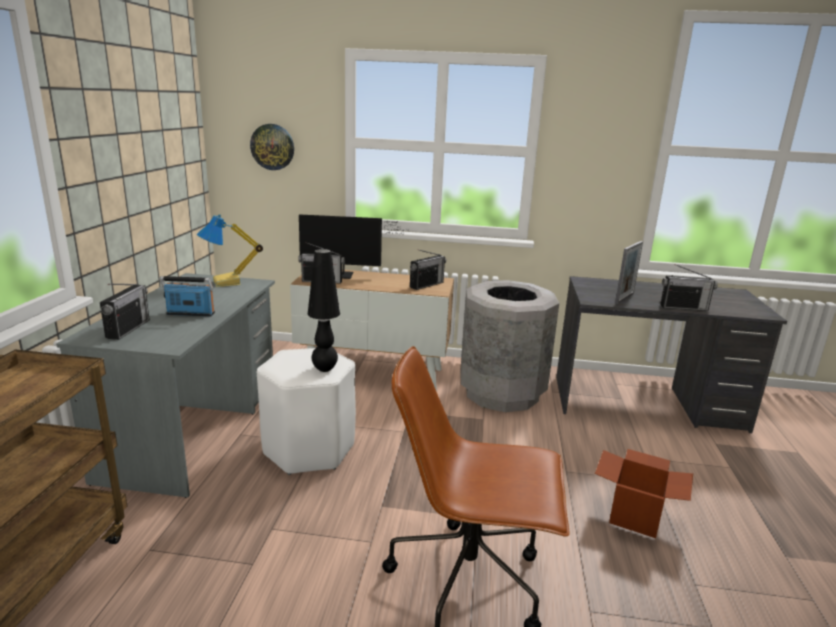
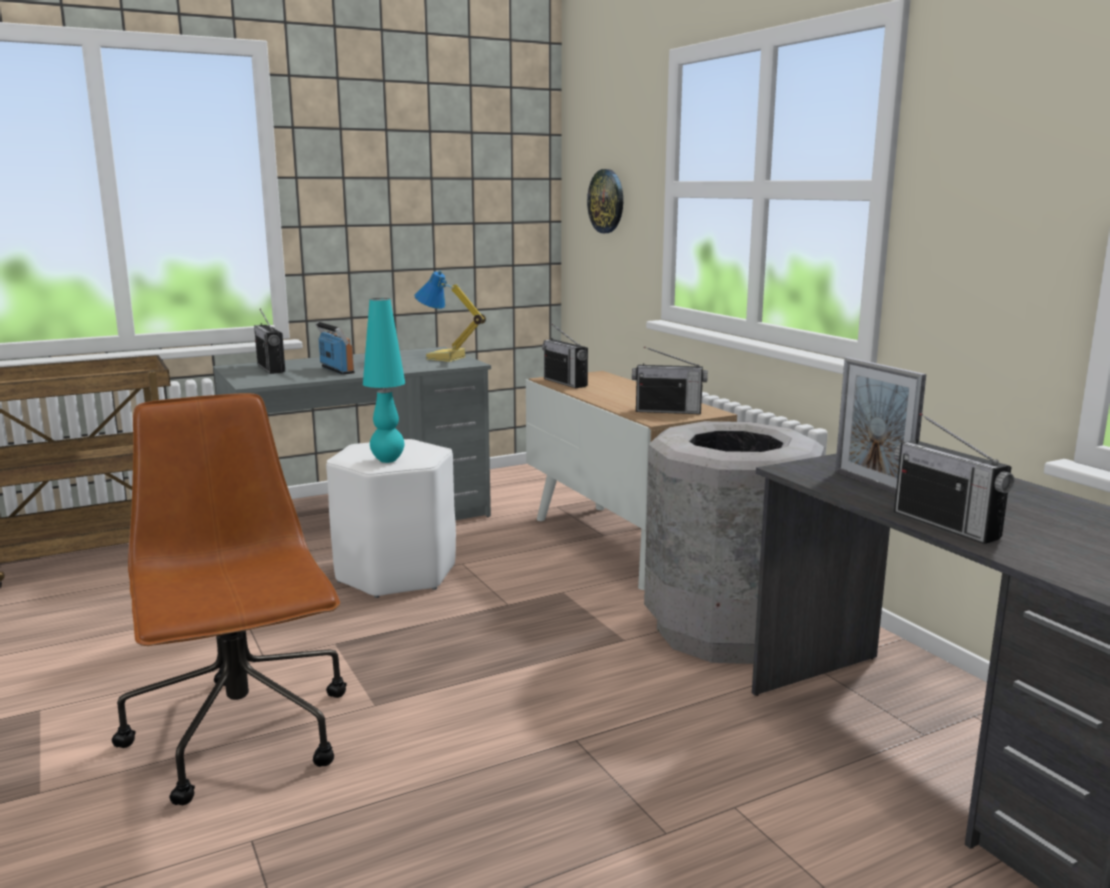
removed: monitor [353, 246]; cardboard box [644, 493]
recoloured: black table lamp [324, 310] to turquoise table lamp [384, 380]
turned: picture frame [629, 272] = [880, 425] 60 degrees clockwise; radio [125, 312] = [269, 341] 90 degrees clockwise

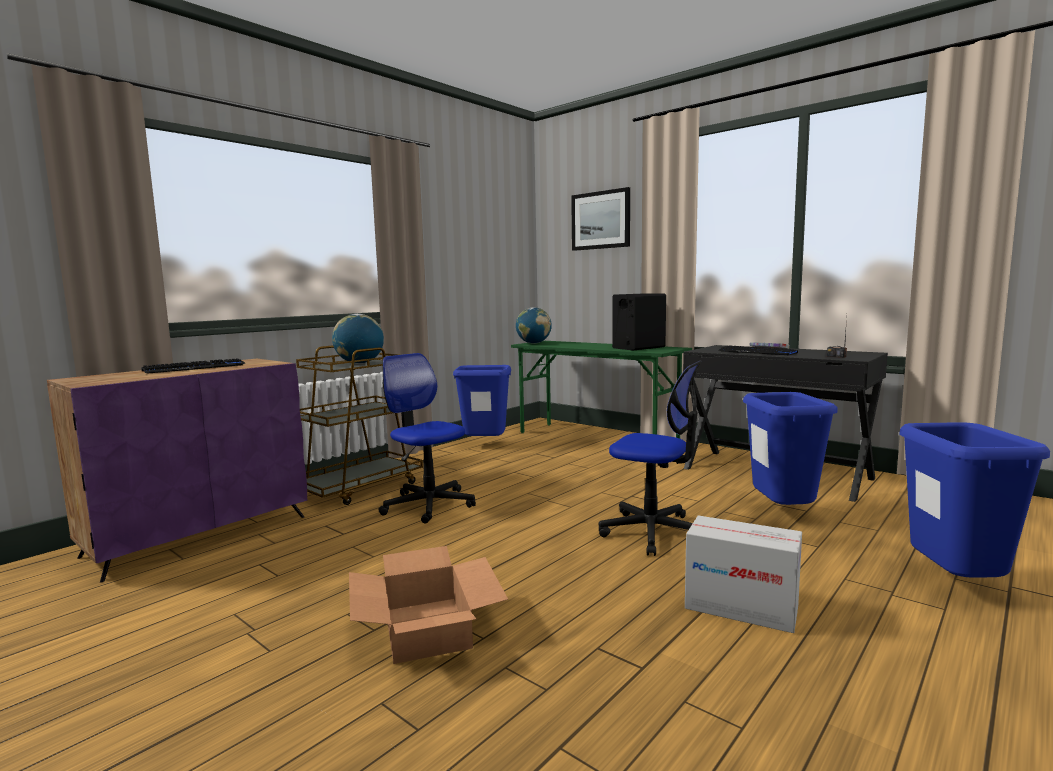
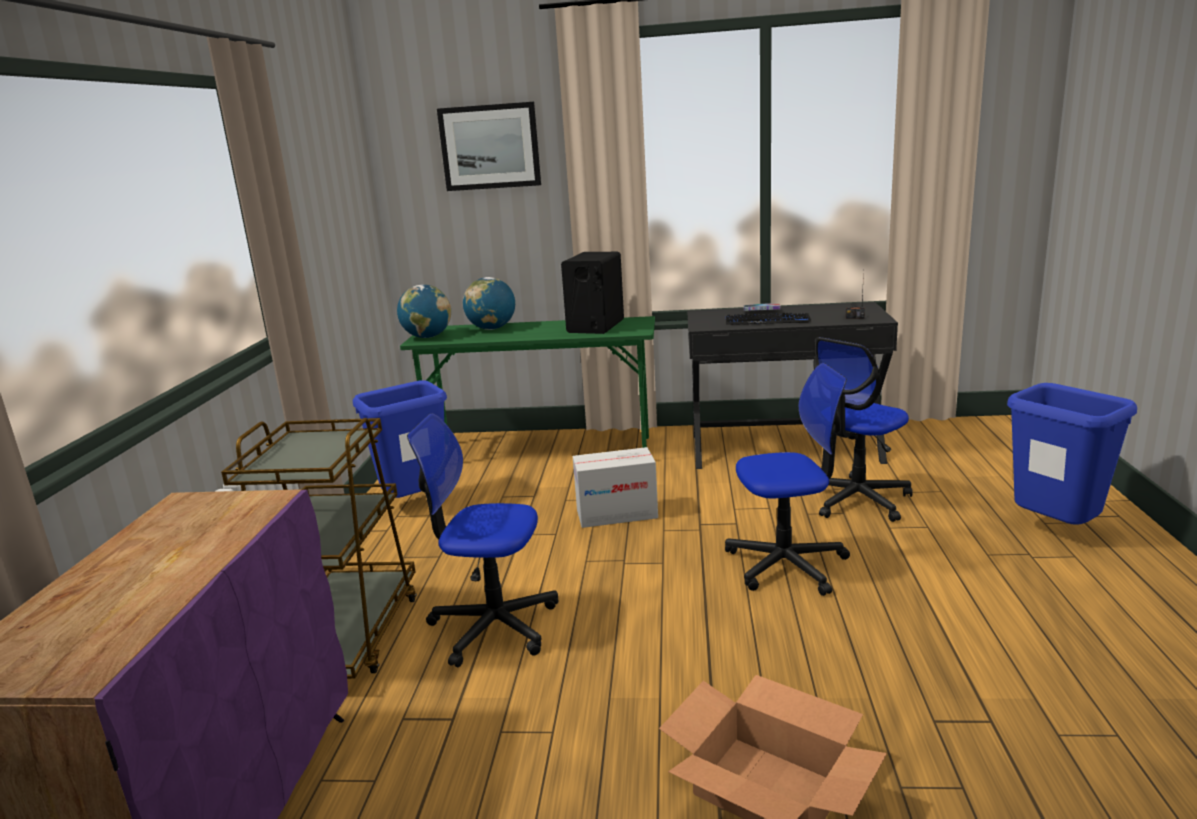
removed: keyboard [193, 366]
moved: globe [358, 339] to [489, 303]; cardboard box [743, 574] to [615, 487]
replaced: blue trash can [790, 448] to office chair [863, 429]

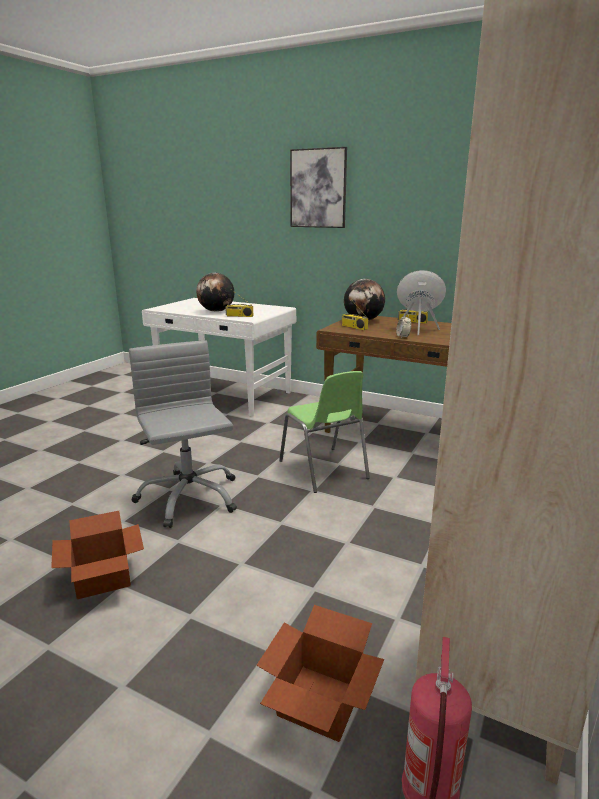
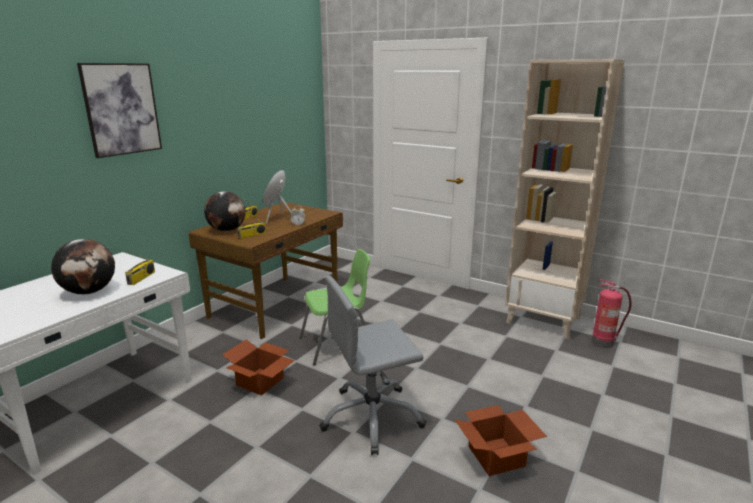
moved: cardboard box [320, 673] to [258, 367]

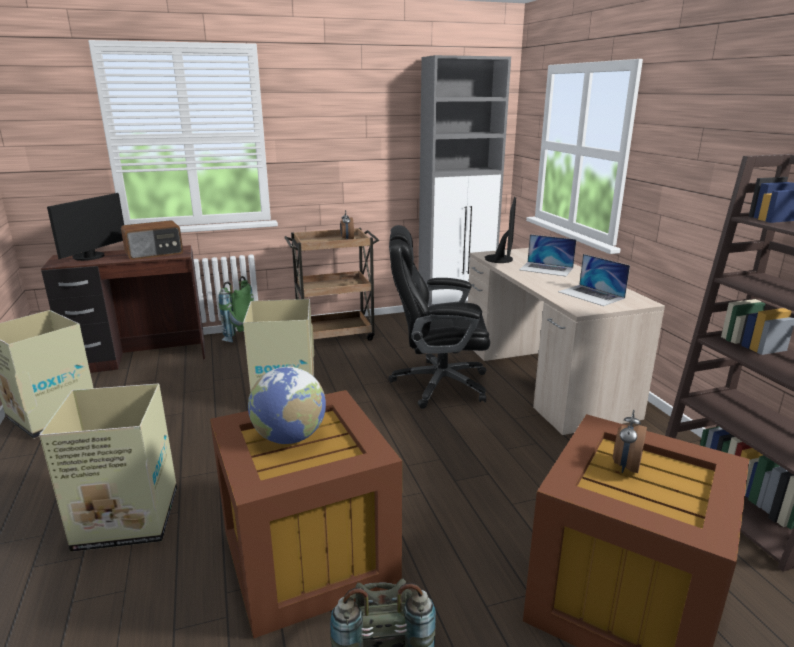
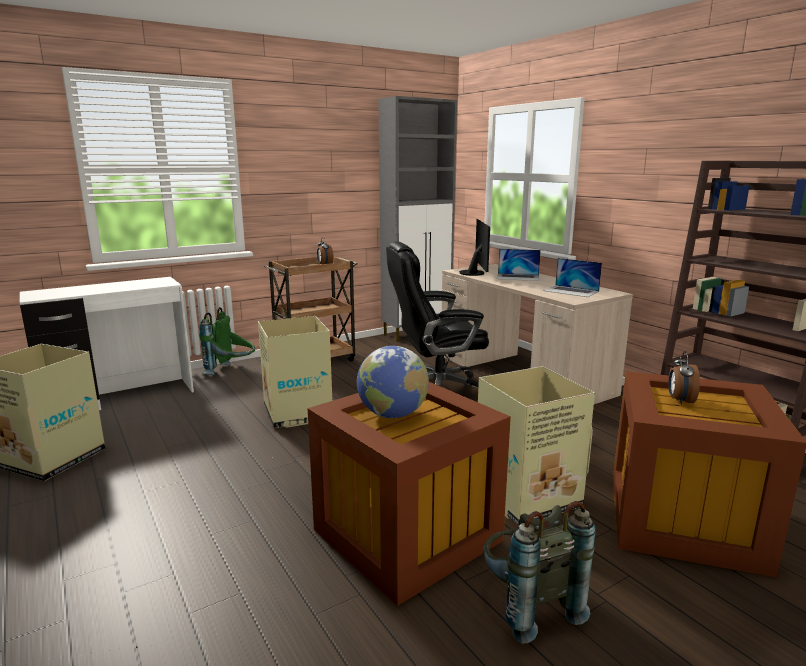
removed: monitor [85, 227]; radio [152, 240]
moved: cardboard box [108, 467] to [536, 446]
recoloured: brown desk [123, 309] to white desk [107, 343]

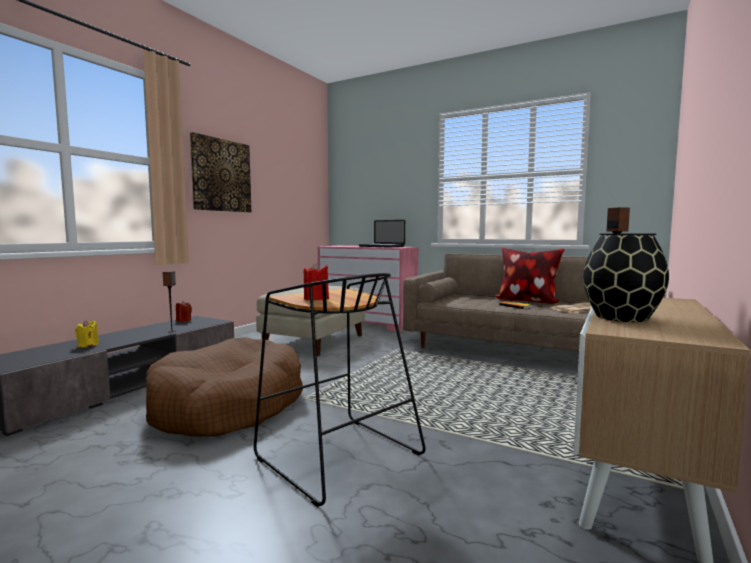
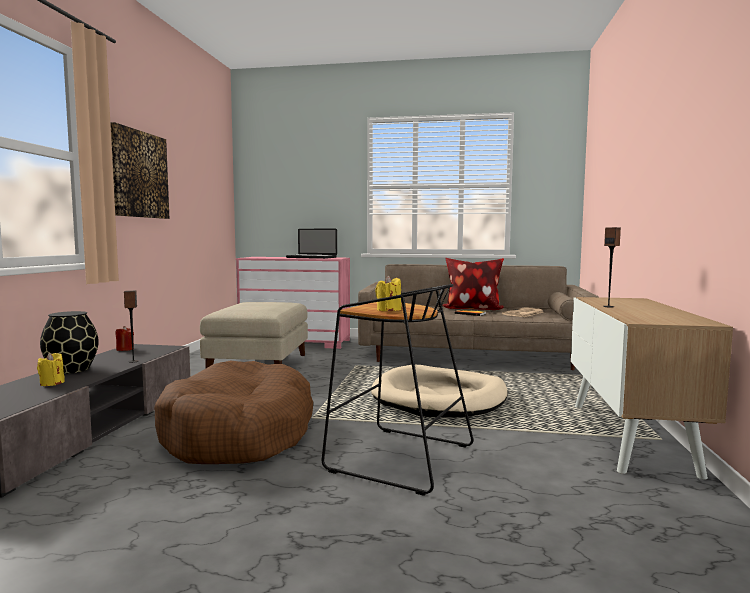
added: beige dog bed [439, 391]
moved: black vase [626, 277] to [69, 342]
recoloured: red candle [316, 281] to yellow candle [388, 293]

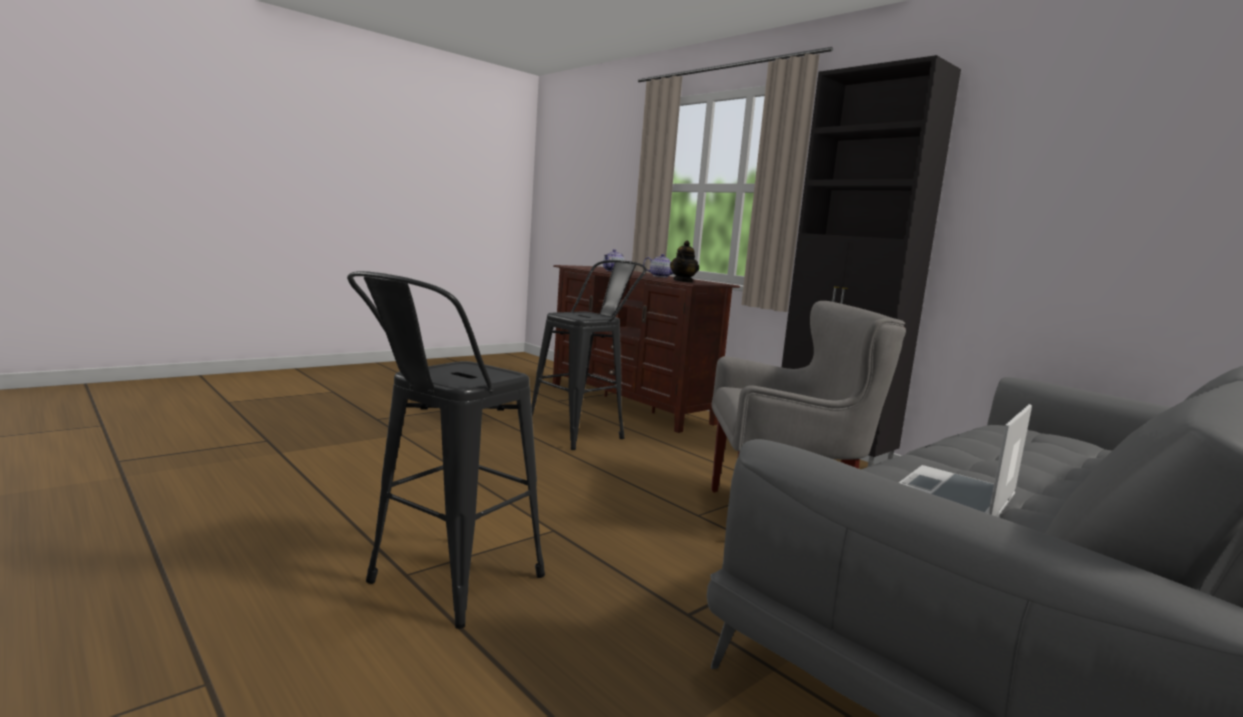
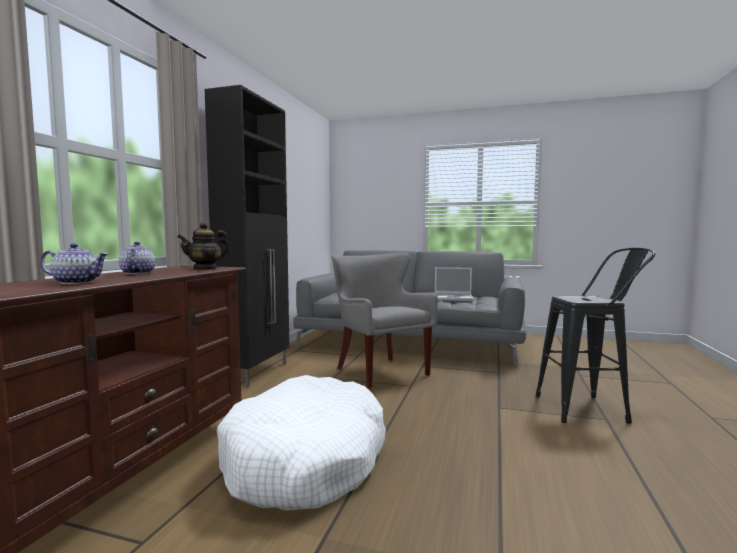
replaced: black stool [588, 355] to white dog bed [301, 443]
turned: teapot [684, 262] = [204, 246] 150 degrees clockwise

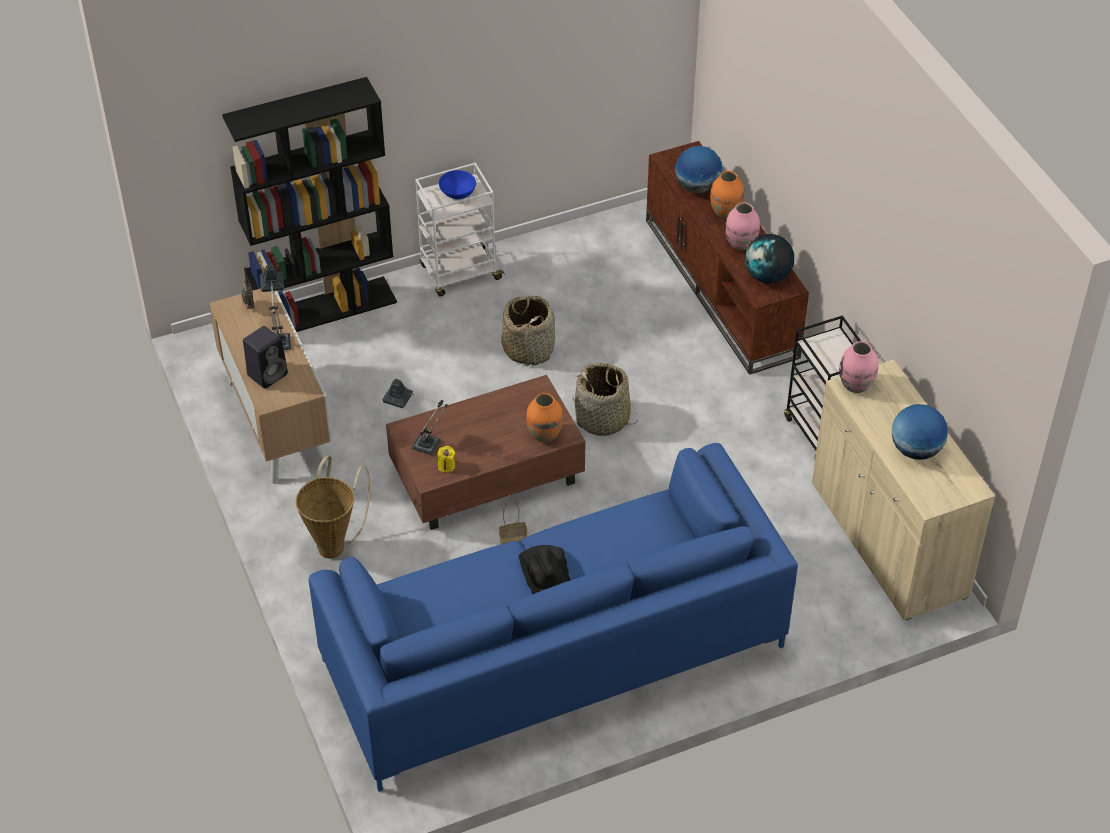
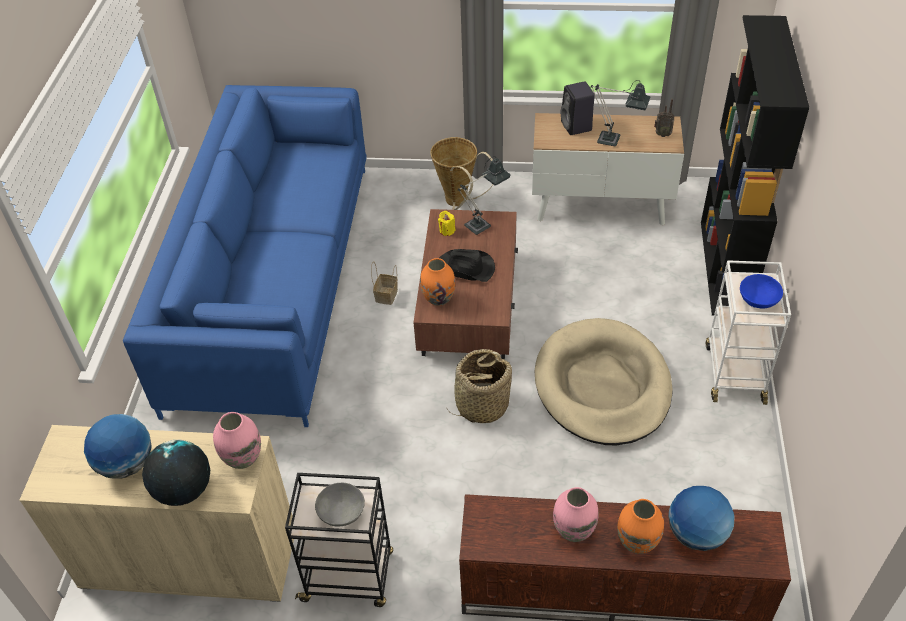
added: grey bowl [340, 504]
moved: globe [769, 258] to [176, 473]; black hat [544, 569] to [467, 265]
replaced: basket [528, 330] to beige dog bed [603, 382]

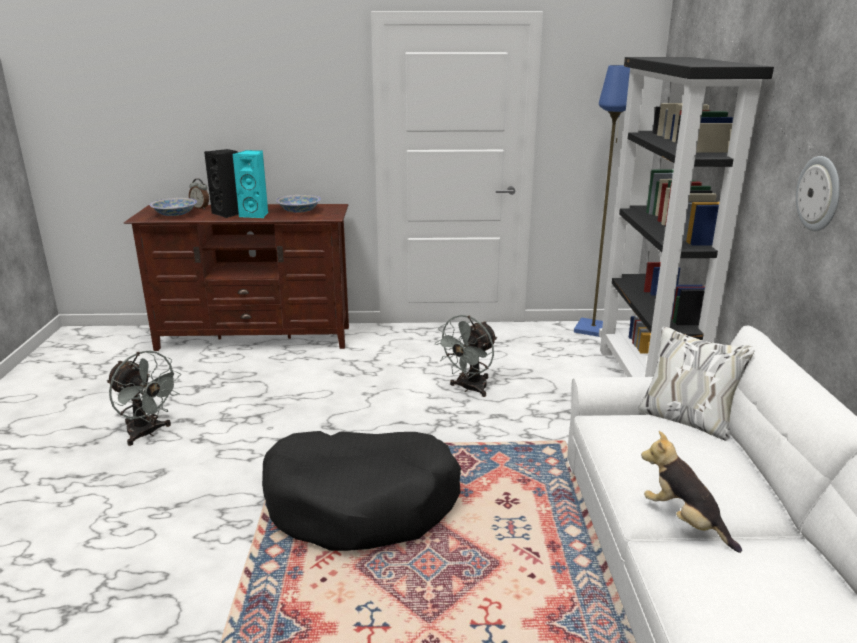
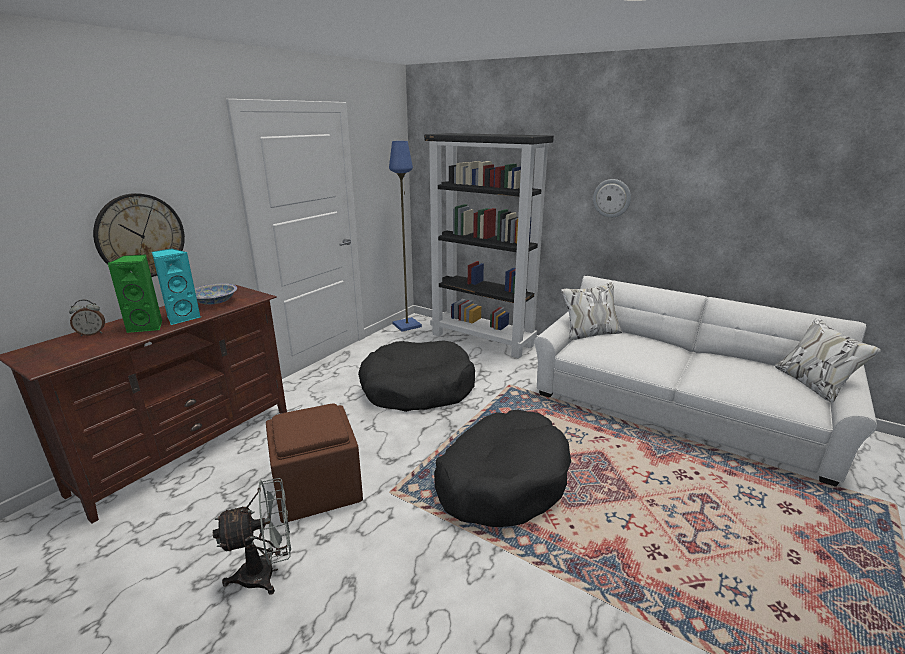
removed: bowl [173, 207]; plush toy [691, 492]
added: wall clock [139, 235]; brown ottoman [314, 463]
replaced: grey fan [466, 356] to black dog bed [416, 376]
recoloured: black speaker [221, 183] to green speaker [135, 293]

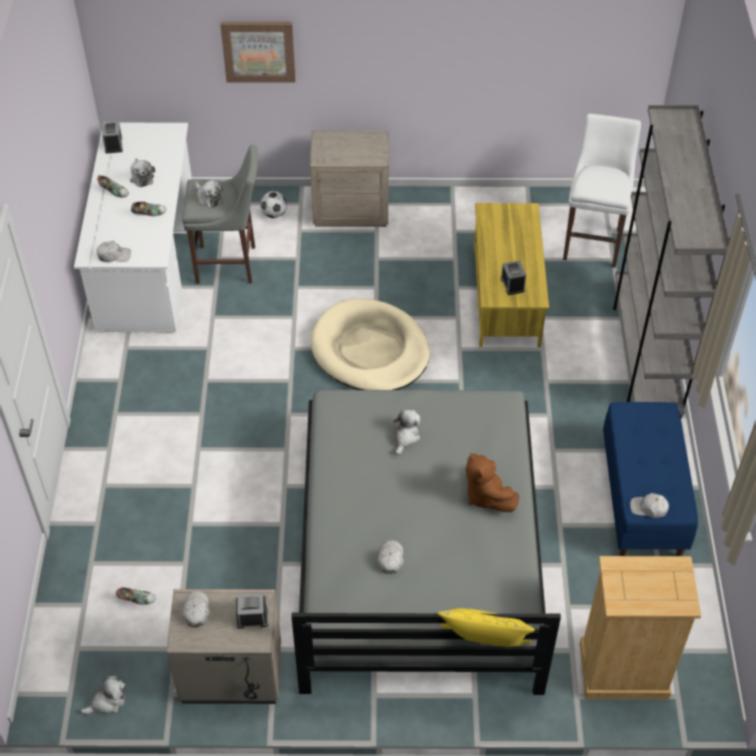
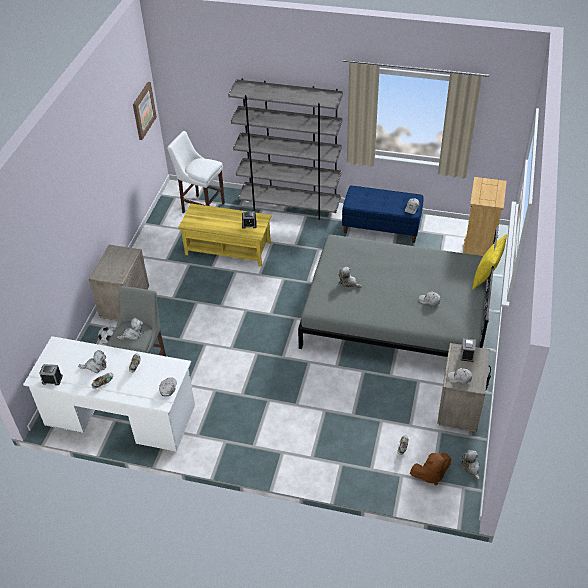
removed: beige dog bed [370, 344]
moved: picture [258, 52] to [145, 111]; brown plush toy [493, 482] to [430, 469]

